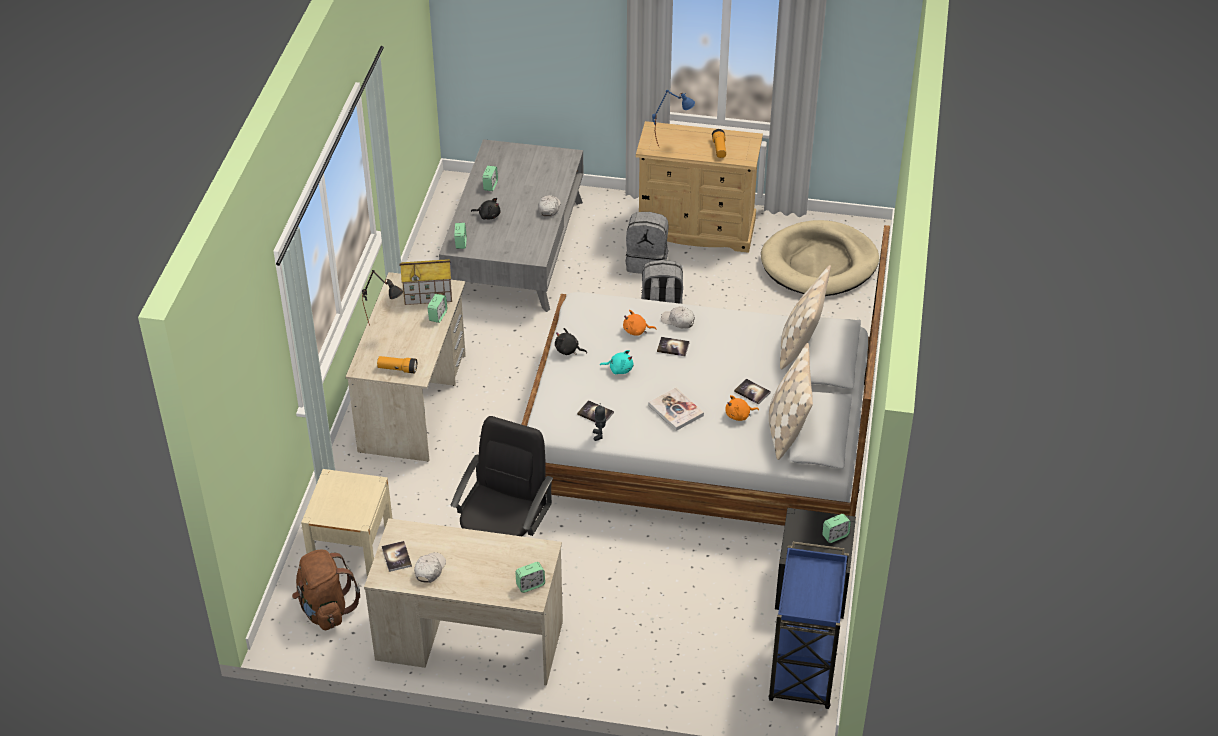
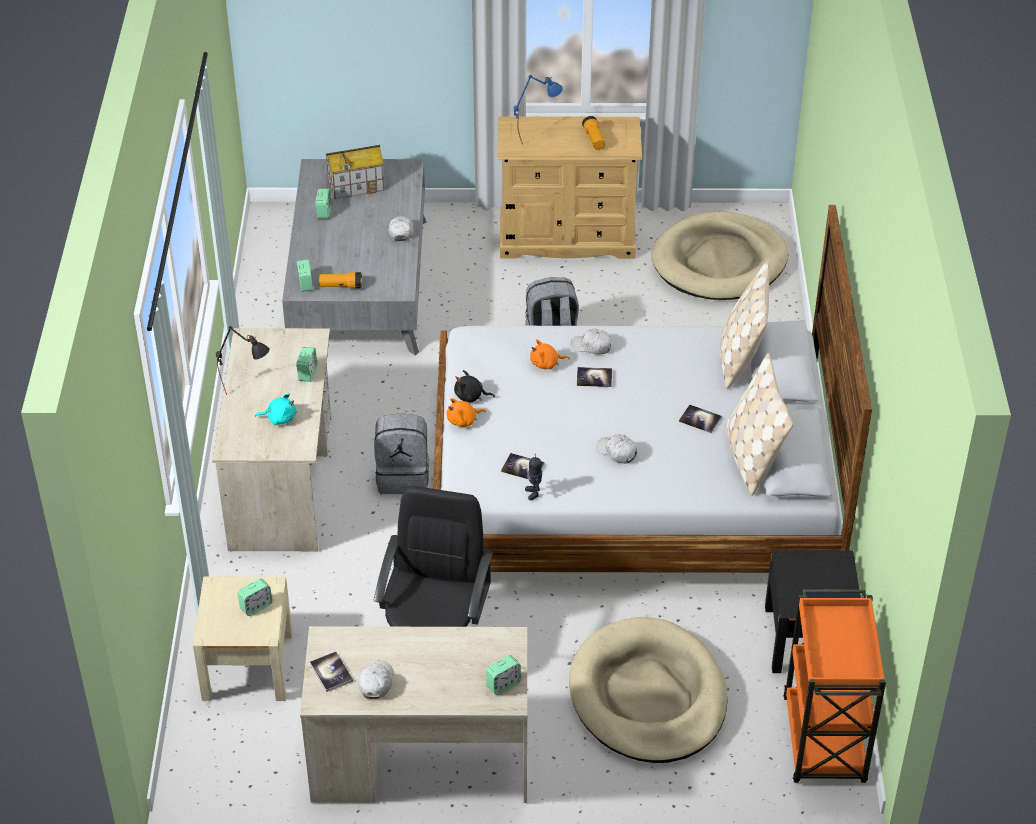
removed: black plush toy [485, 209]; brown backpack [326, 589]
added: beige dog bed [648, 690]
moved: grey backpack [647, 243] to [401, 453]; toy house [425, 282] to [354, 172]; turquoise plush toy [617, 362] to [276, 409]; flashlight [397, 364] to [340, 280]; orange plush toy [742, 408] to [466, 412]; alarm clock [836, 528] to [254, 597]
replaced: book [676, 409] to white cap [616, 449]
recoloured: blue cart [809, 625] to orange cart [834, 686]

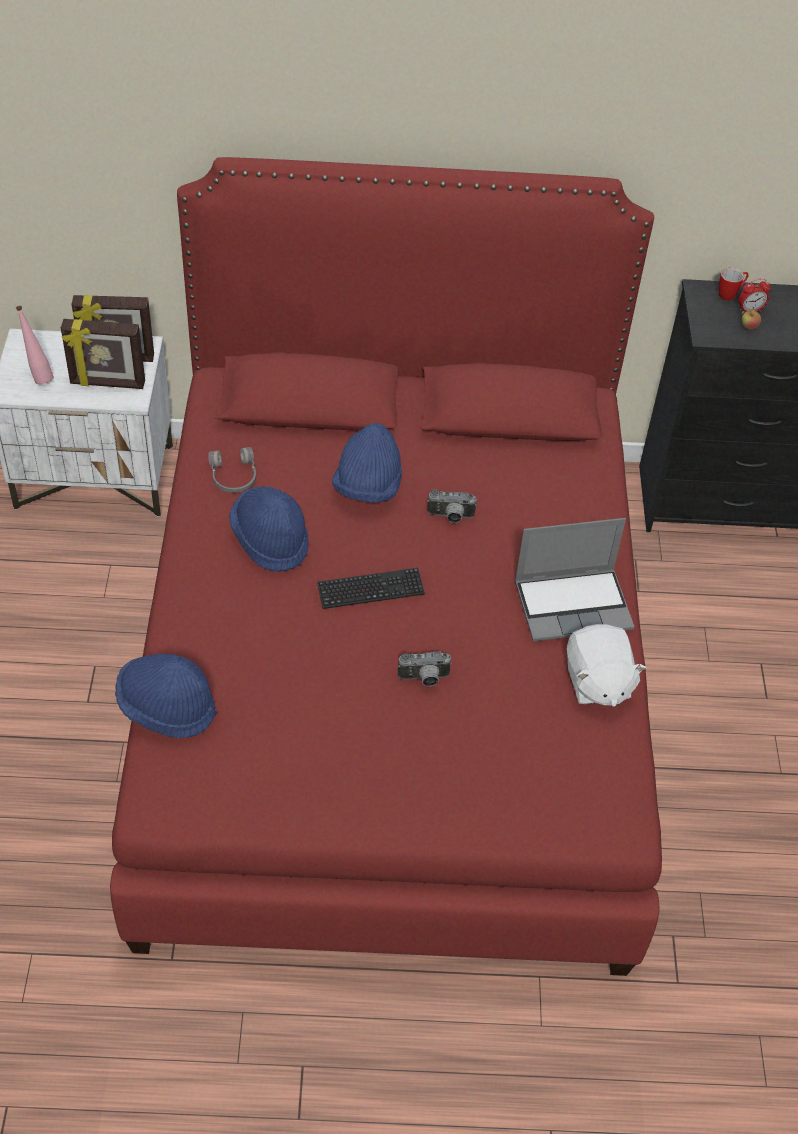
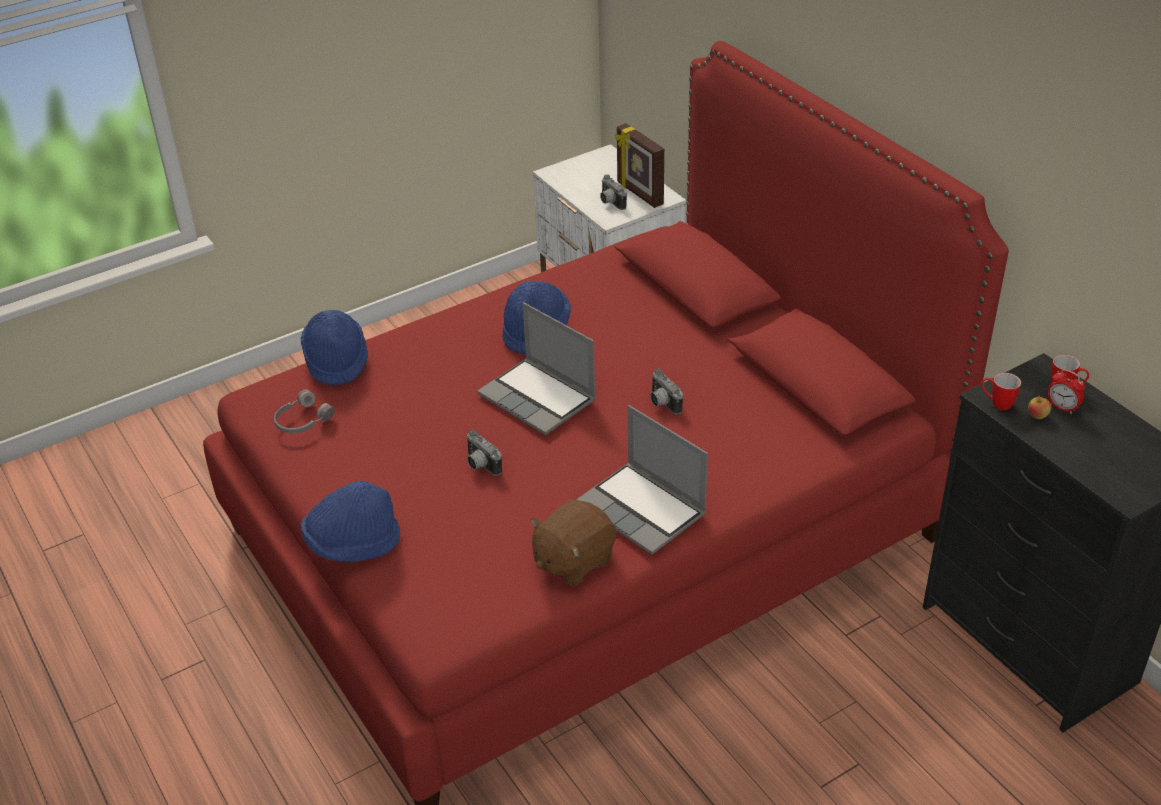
removed: pink bottle [35, 345]
added: mug [1001, 391]
moved: blue hat [367, 463] to [350, 521]; grey headphones [232, 470] to [304, 411]
replaced: picture frame [103, 354] to photo camera [613, 192]; keyboard [371, 588] to laptop [536, 368]
recoloured: white plush toy [606, 665] to brown plush toy [573, 542]

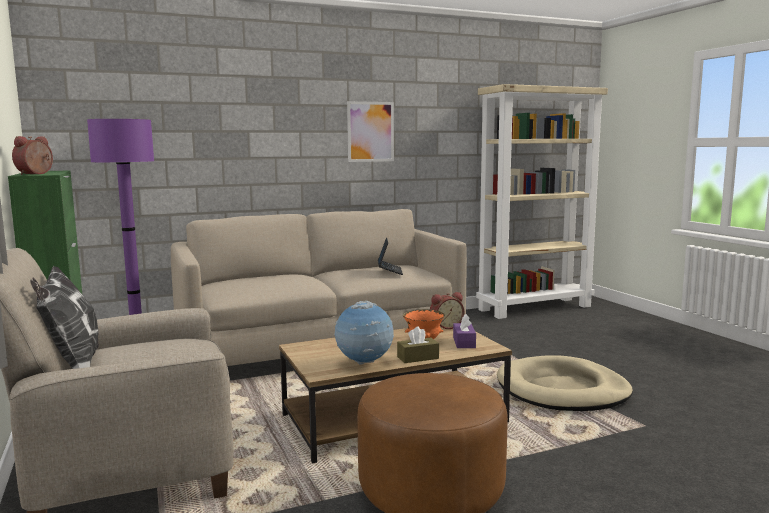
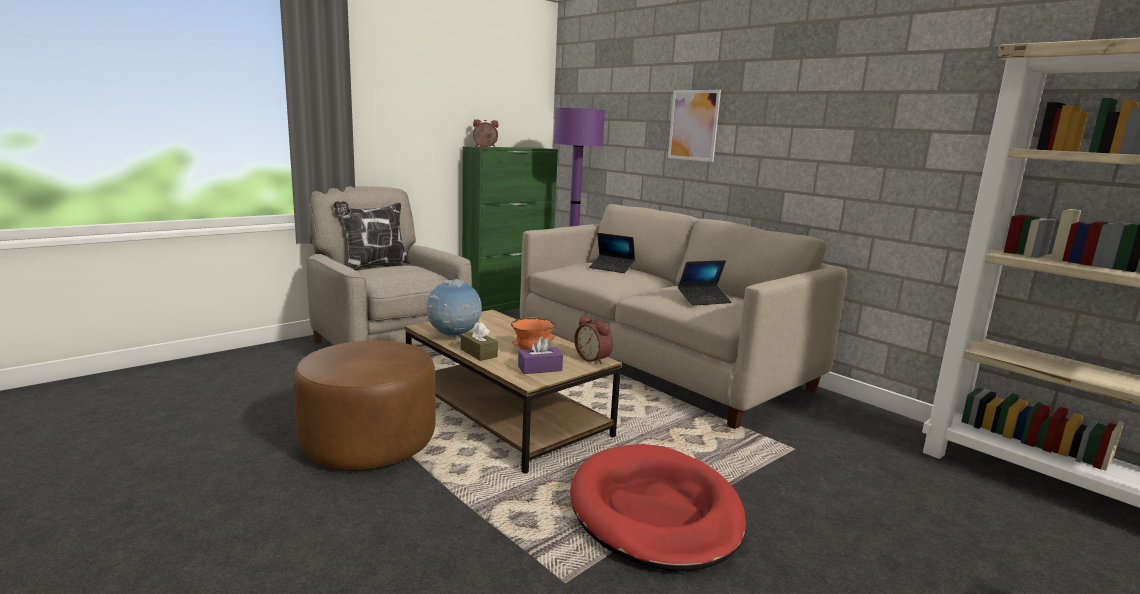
added: laptop [612, 253]
moved: picture [370, 131] to [694, 126]
recoloured: beige dog bed [565, 383] to red dog bed [658, 507]

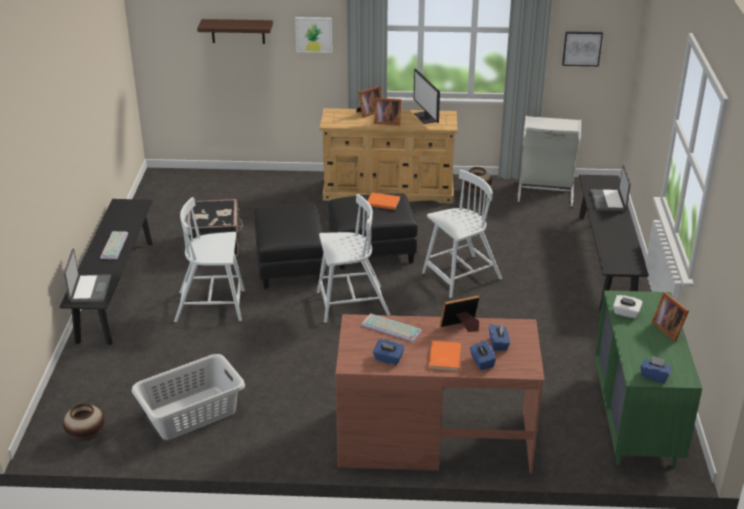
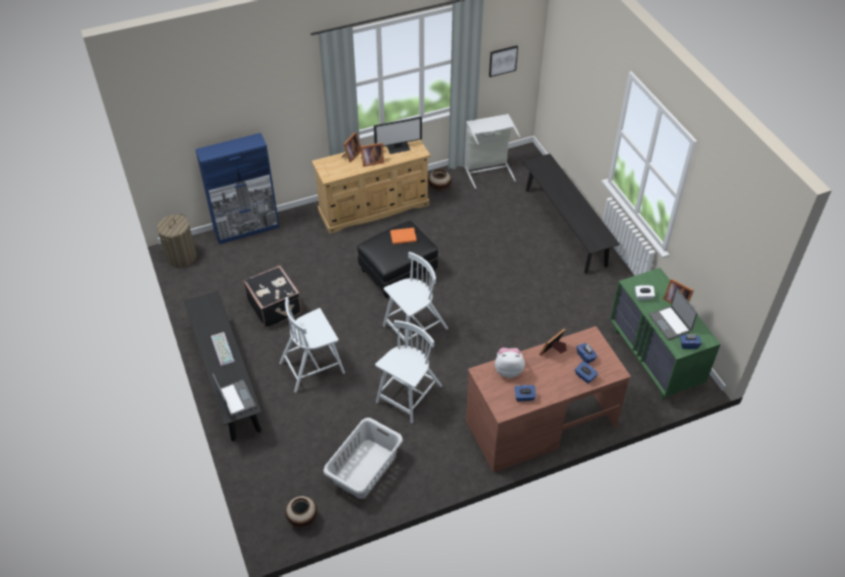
removed: picture [313, 35]; shelf [235, 31]; black ottoman [290, 246]; orange book [444, 356]
added: blue cabinet [237, 188]; laundry basket [177, 240]
moved: laptop [610, 188] to [673, 314]; white chair [462, 234] to [408, 371]
replaced: keyboard [391, 327] to plush toy [510, 363]
turned: monitor [427, 96] = [398, 135] 60 degrees counterclockwise

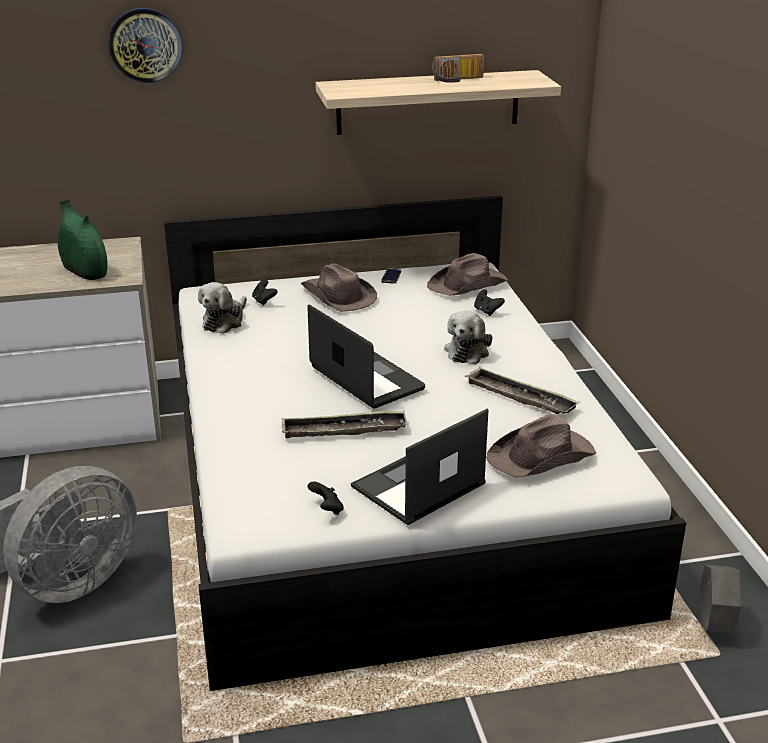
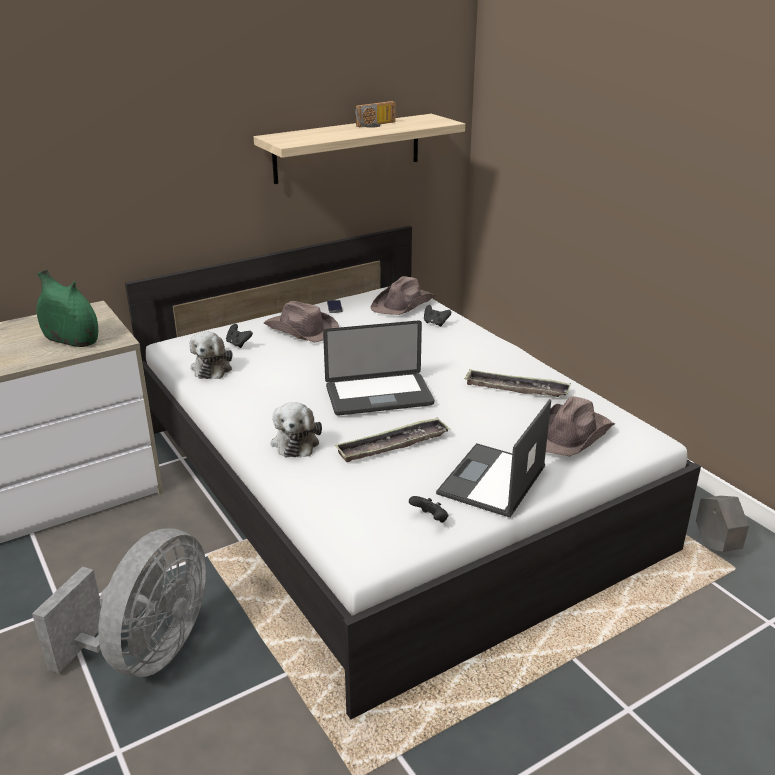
removed: wall clock [145, 45]
moved: plush toy [468, 338] to [296, 429]
turned: laptop [366, 356] = [378, 368] 135 degrees clockwise

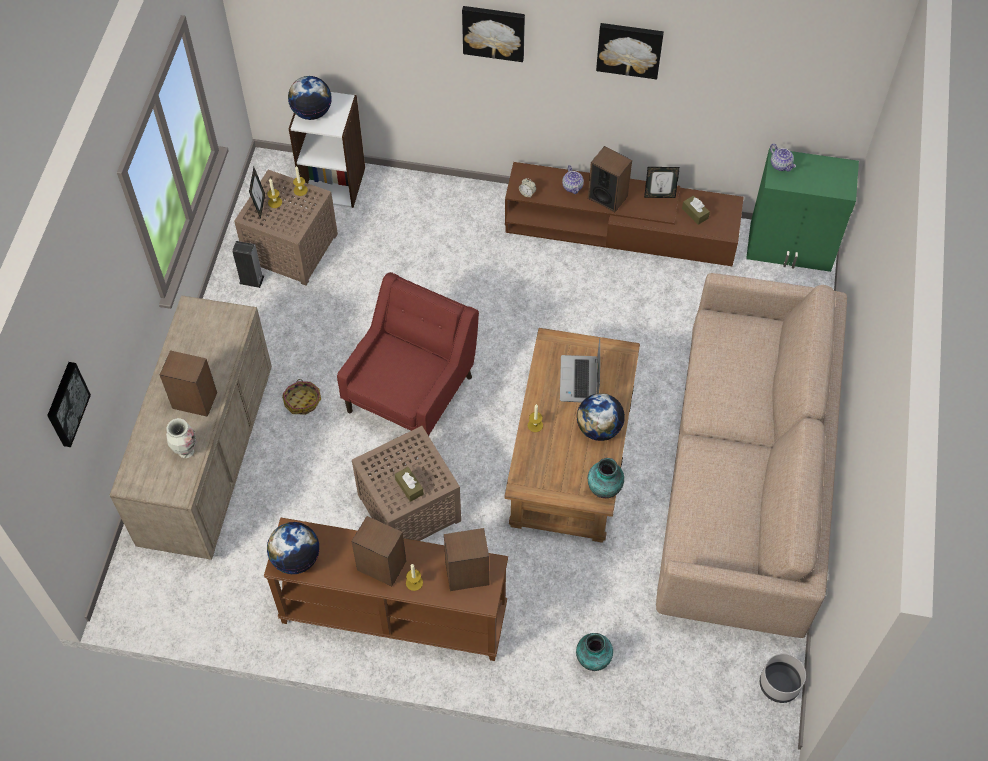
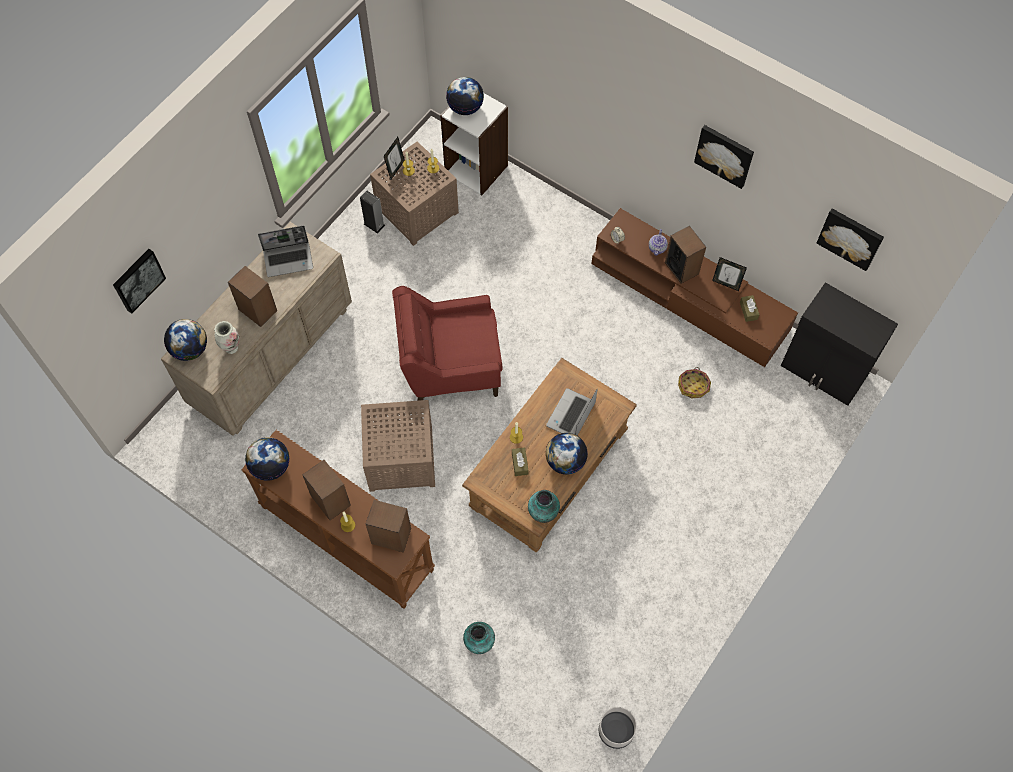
removed: teapot [783, 158]; beige sofa [751, 455]
added: laptop [285, 251]; globe [185, 340]
moved: picture [493, 34] to [850, 240]; basket [301, 397] to [694, 382]; brown tissue box [409, 484] to [520, 462]
recoloured: green cabinet [802, 210] to black cabinet [839, 344]
turned: red armchair [408, 354] = [447, 343] 150 degrees counterclockwise

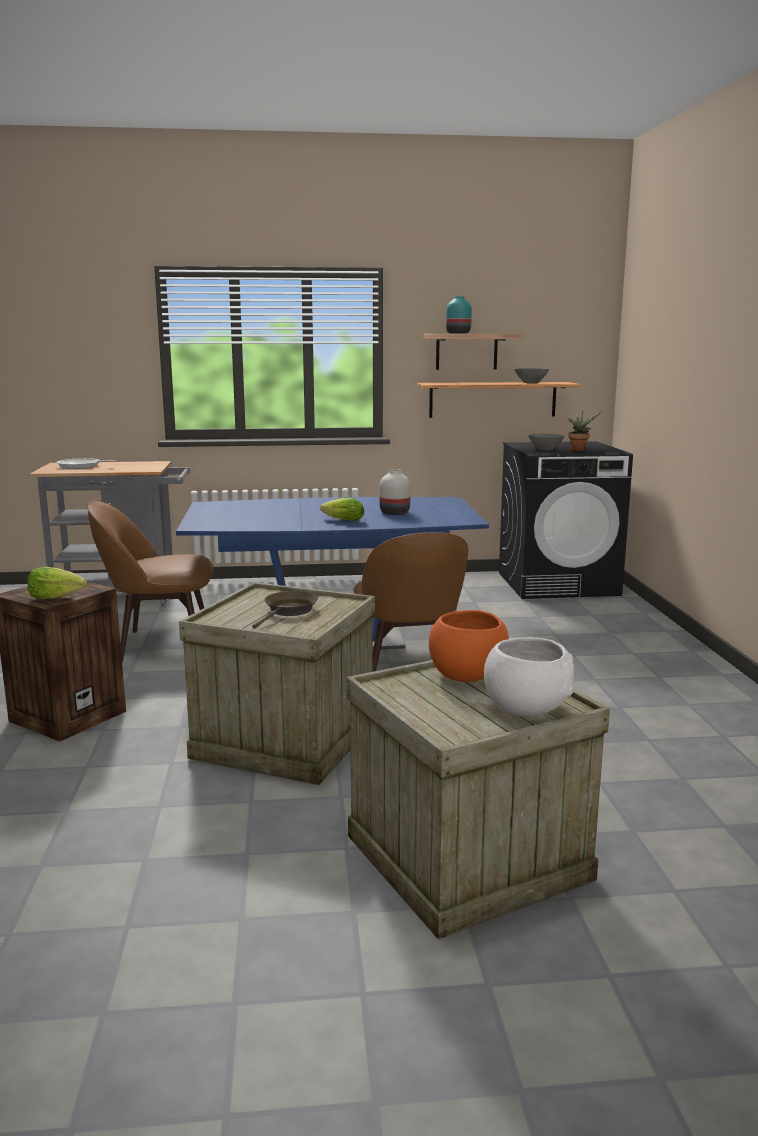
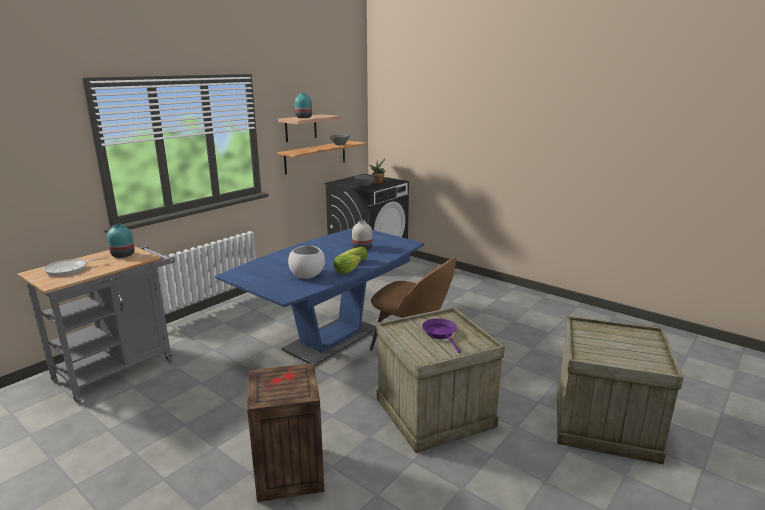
removed: brown chair [150, 581]; orange bowl [469, 646]
added: turquoise vase [121, 241]
moved: lettuce [57, 583] to [347, 264]; white bowl [529, 677] to [306, 262]
recoloured: brown frying pan [285, 610] to purple frying pan [441, 335]

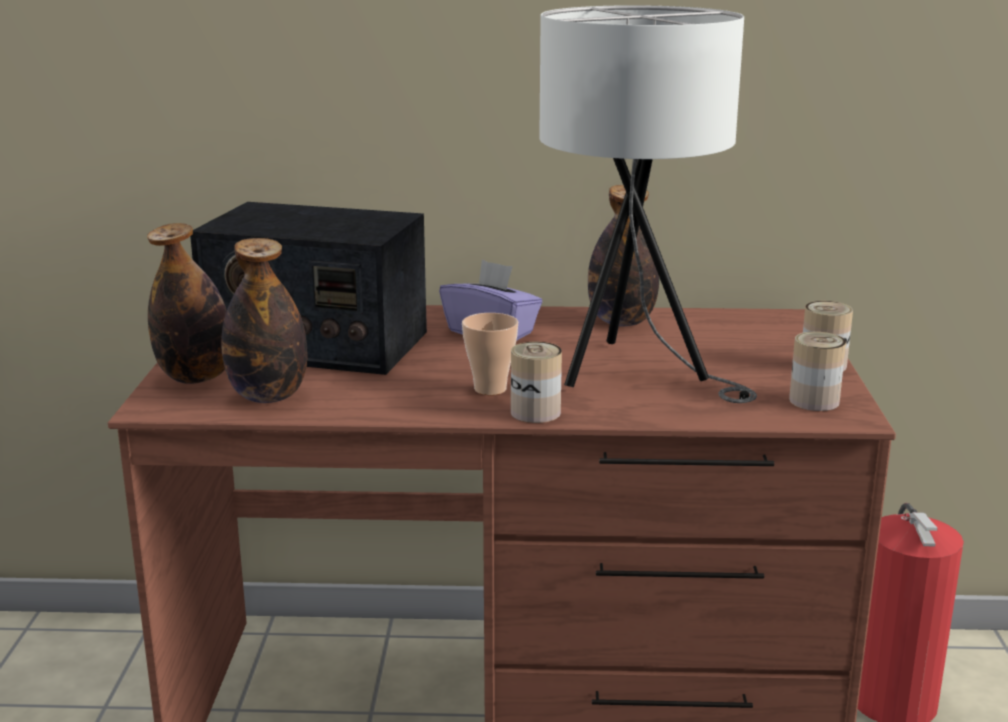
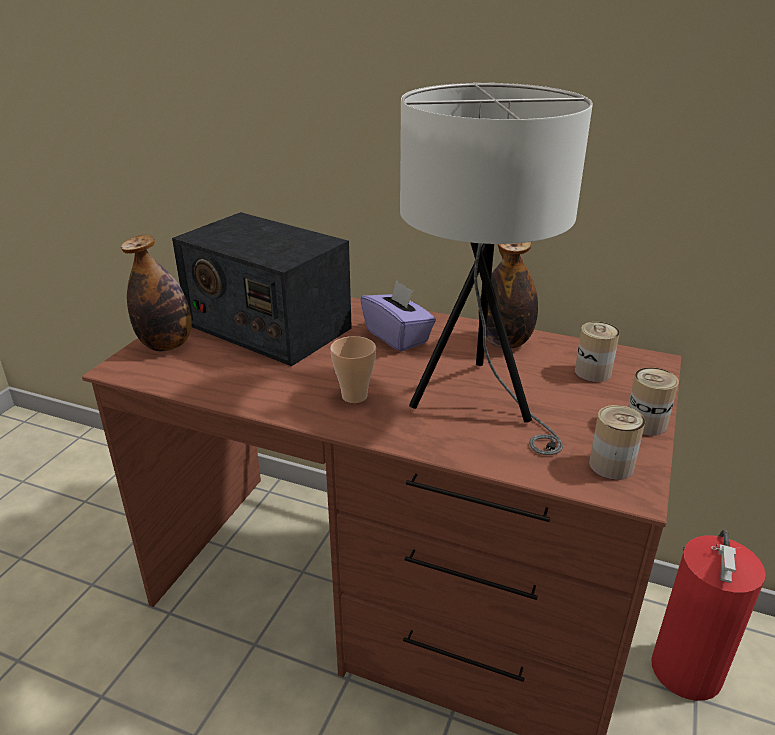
removed: bottle [264, 320]
moved: can [536, 382] to [597, 352]

